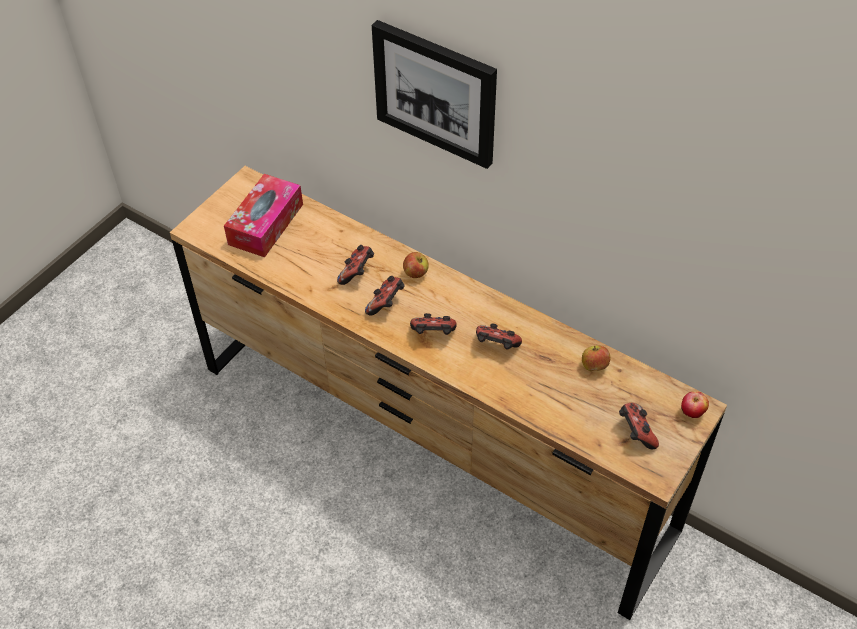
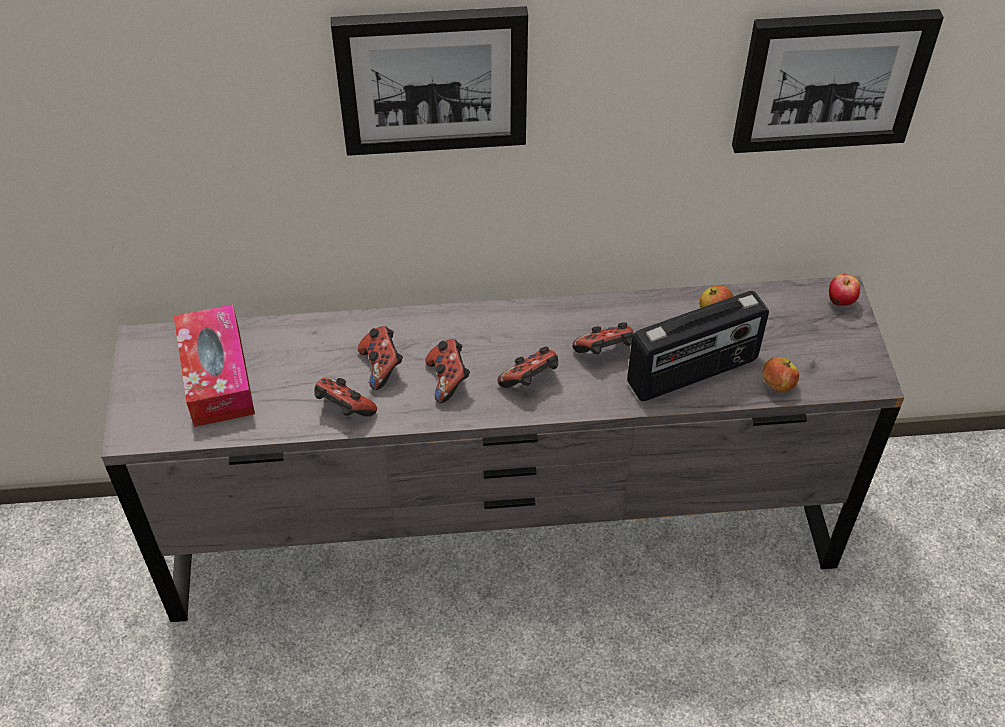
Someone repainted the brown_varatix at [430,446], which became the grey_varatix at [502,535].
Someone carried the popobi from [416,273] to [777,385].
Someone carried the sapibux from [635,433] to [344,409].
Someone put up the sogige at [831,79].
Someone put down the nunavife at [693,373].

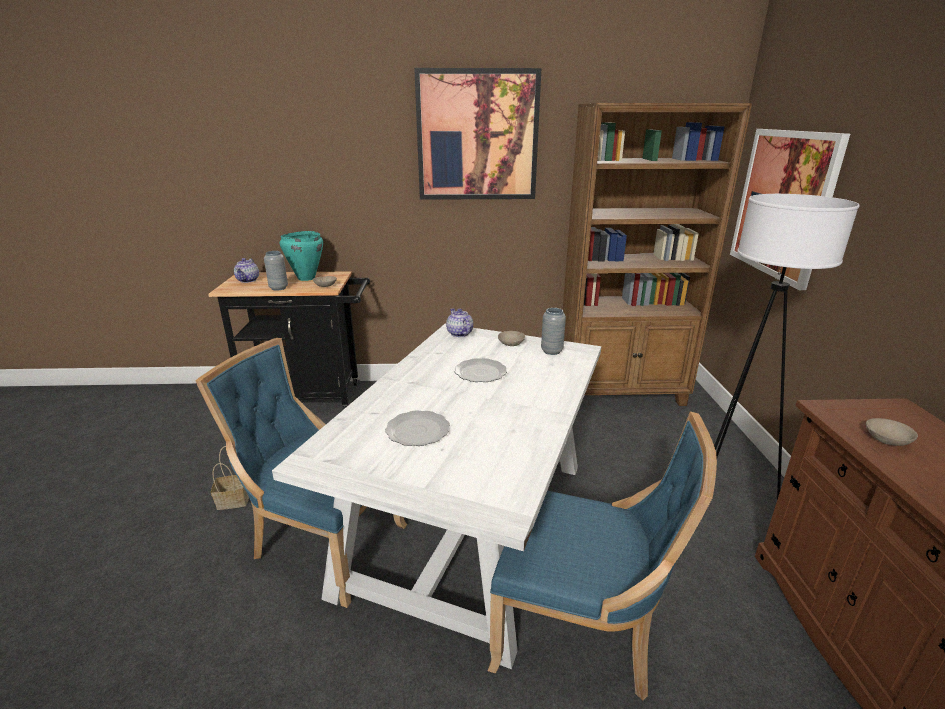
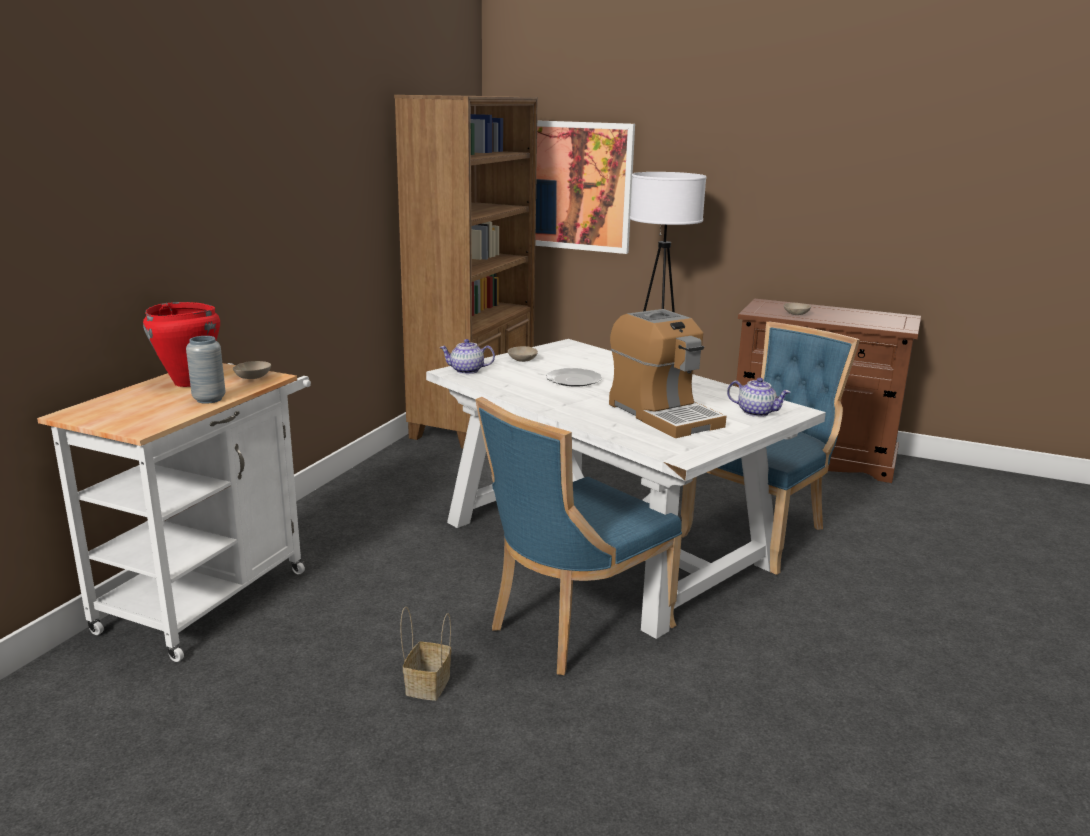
Someone took away the sogige at [477,136].
Someone repainted the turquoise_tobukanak at [306,278], which became the red_tobukanak at [189,383].
Someone carried the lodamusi from [248,280] to [756,412].
Someone repainted the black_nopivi at [311,398], which became the white_nopivi at [212,594].
Someone took away the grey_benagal at [551,351].
Someone swapped the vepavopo at [419,430] for the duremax at [663,415].

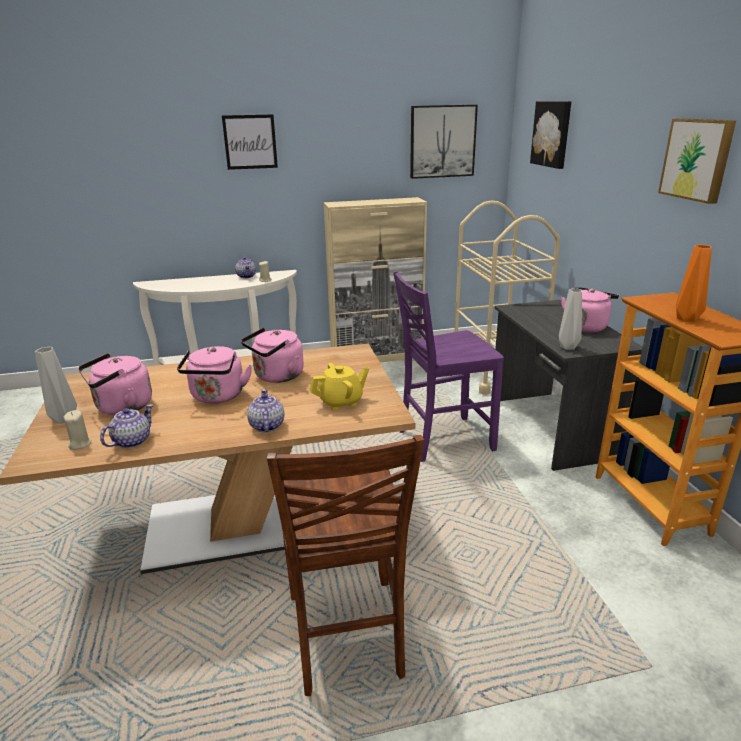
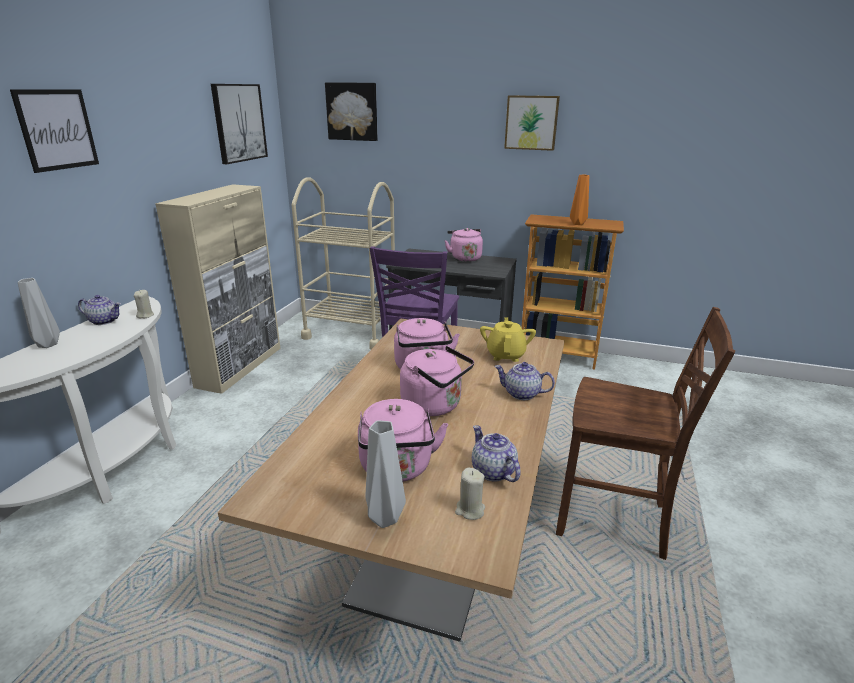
Someone carried the grey_benagal from [568,347] to [48,344].

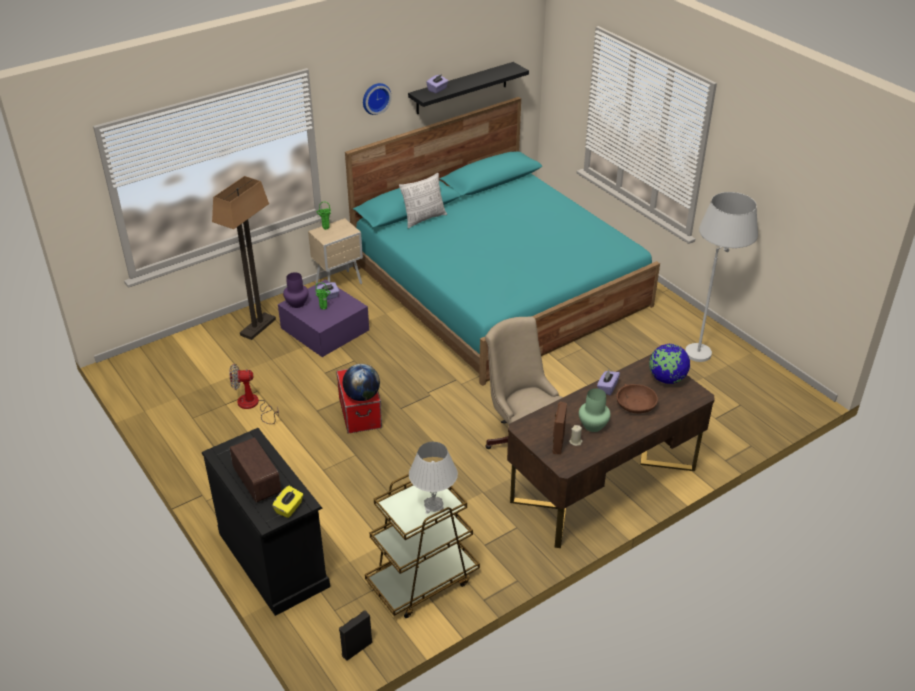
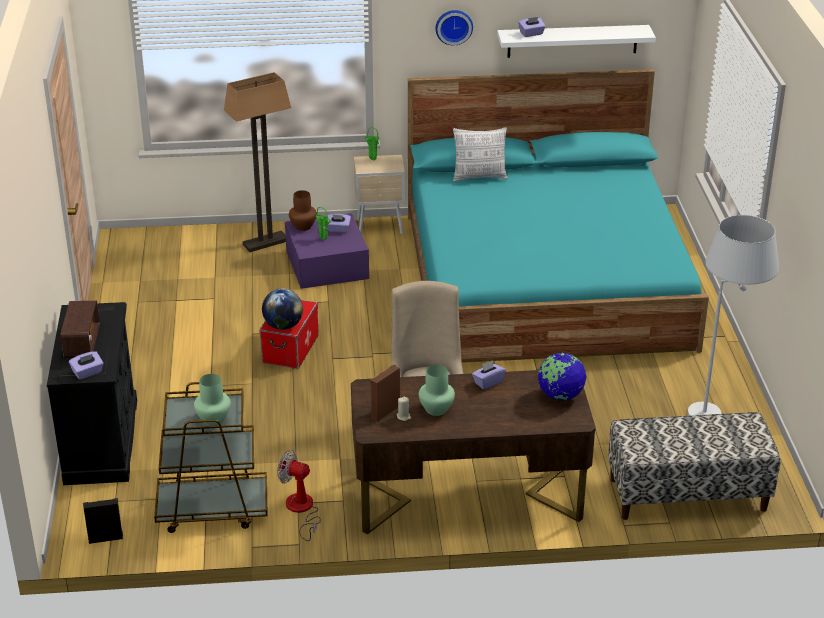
Someone repainted the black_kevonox at [462,88], which became the white_kevonox at [572,41].
Someone repainted the purple_benagal at [296,303], which became the brown_benagal at [302,226].
Someone carried the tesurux from [253,406] to [301,510].
Someone took away the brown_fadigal at [635,404].
Someone swapped the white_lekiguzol at [434,506] for the green_benagal at [214,419].
Someone repainted the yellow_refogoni at [289,508], which became the purple_refogoni at [87,373].
Someone put down the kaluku at [687,495].

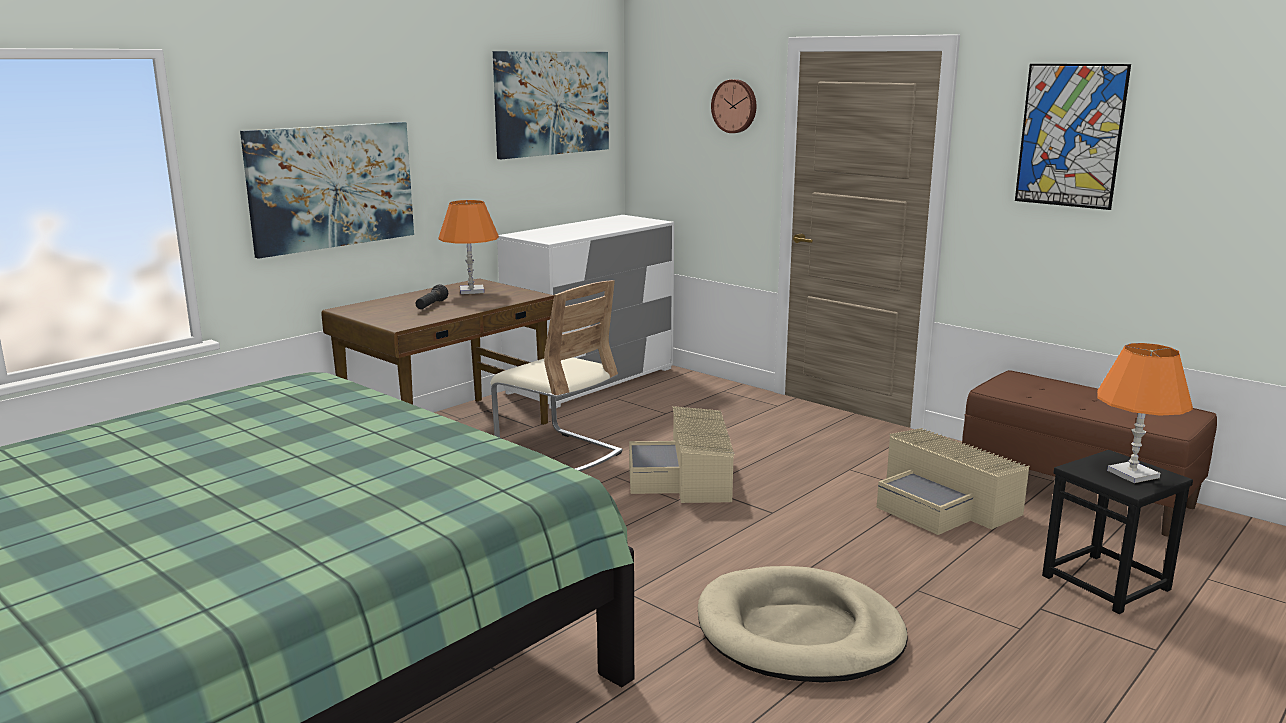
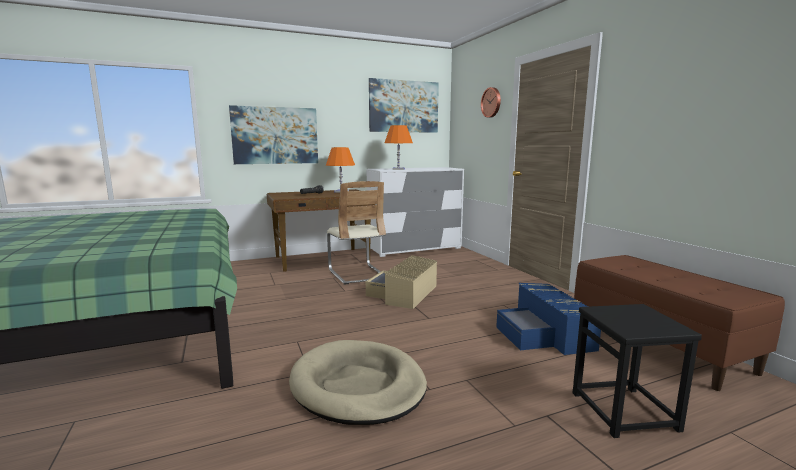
Someone took away the sogige at [1070,135].
Someone carried the orange_lekiguzol from [1132,474] to [398,169].
Someone repainted the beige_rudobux at [944,504], which became the blue_rudobux at [545,334].

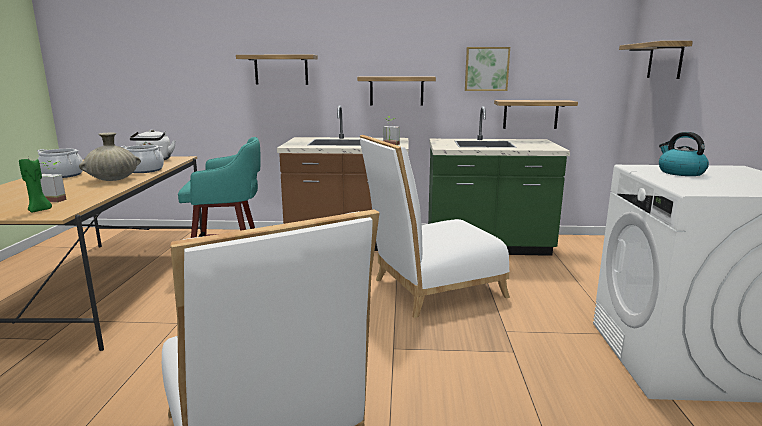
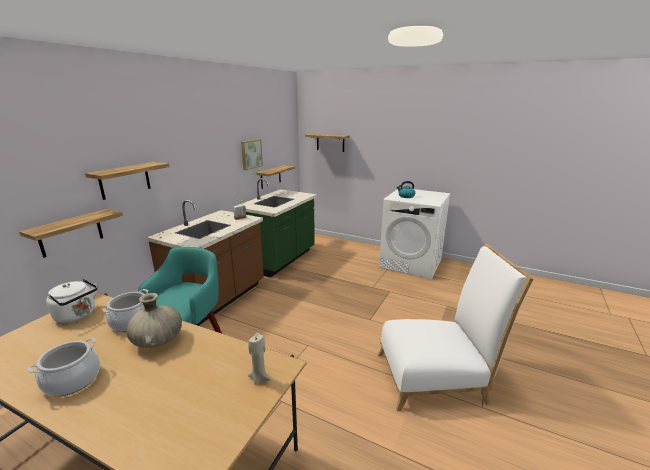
Someone carried the kevonox from [396,91] to [71,233].
Someone took away the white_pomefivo at [431,289].
Someone repainted the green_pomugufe at [39,210], which became the beige_pomugufe at [259,378].
Someone took away the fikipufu at [56,199].

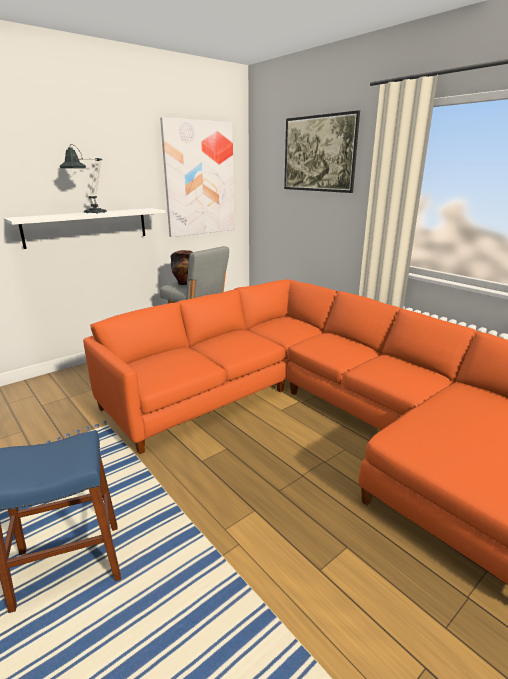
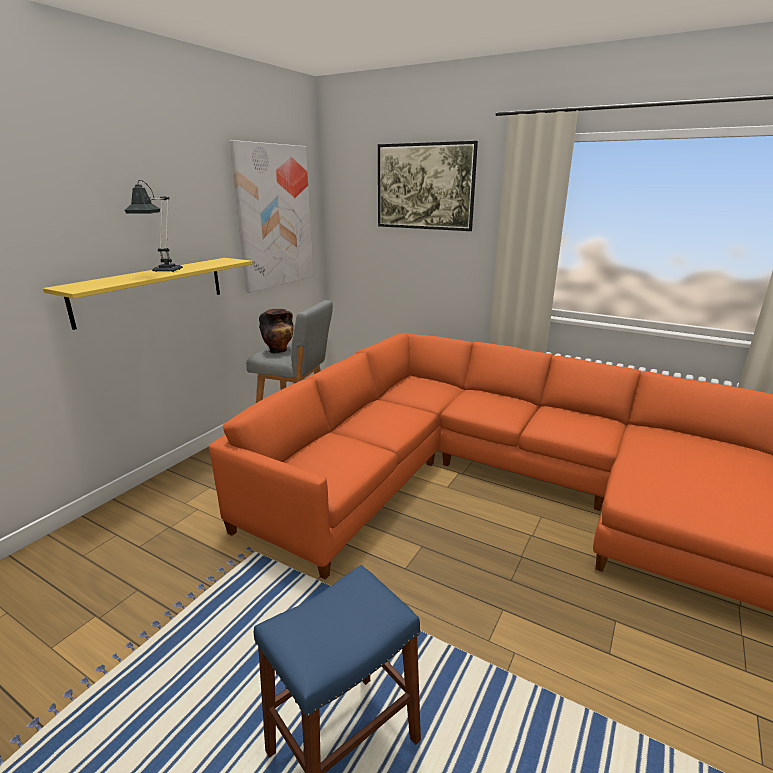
Someone repainted the white_kevonox at [87,227], which became the yellow_kevonox at [151,290].

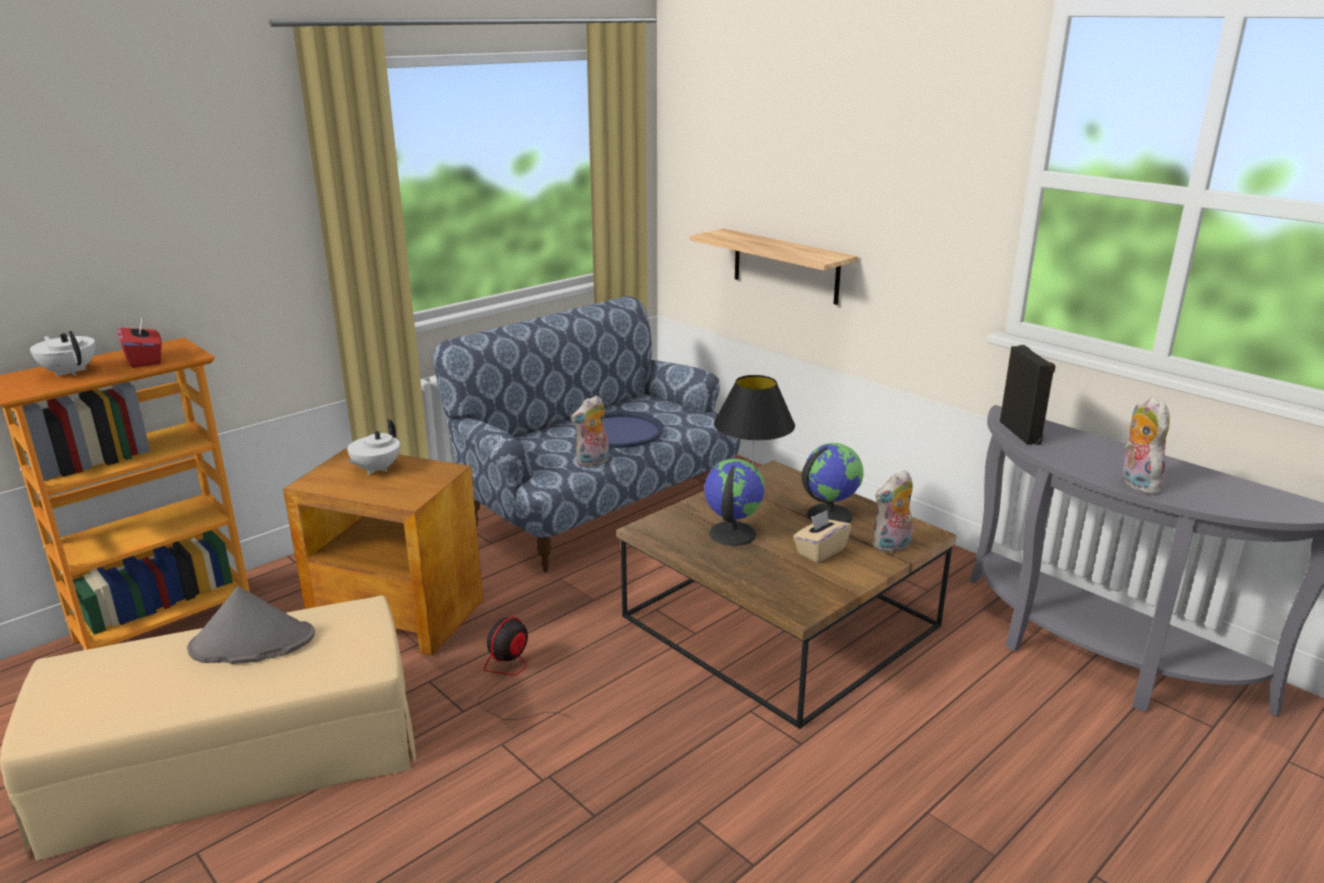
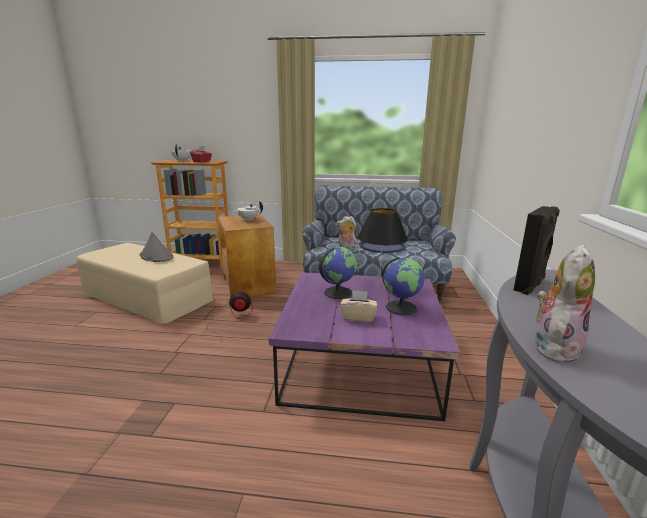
Someone took away the kevonox at [785,266].
Someone repainted the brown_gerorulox at [780,619], which became the purple_gerorulox at [361,360].
Someone took away the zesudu at [892,546].

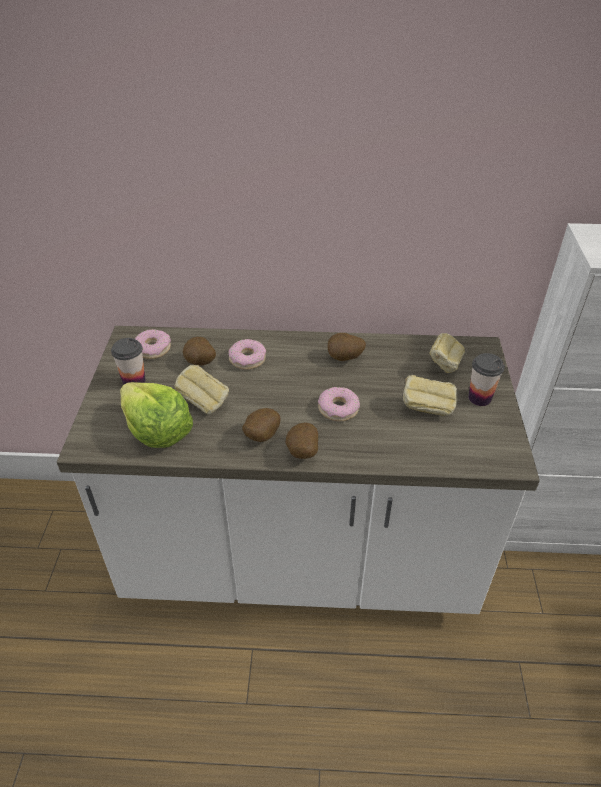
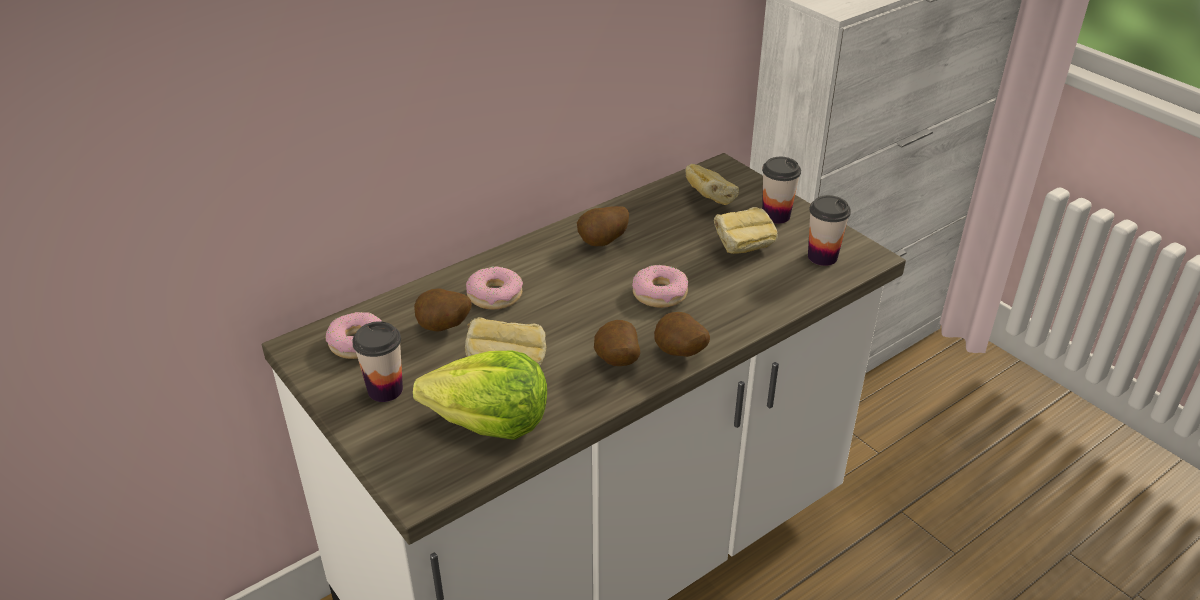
Someone put down the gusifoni at [822,257].

